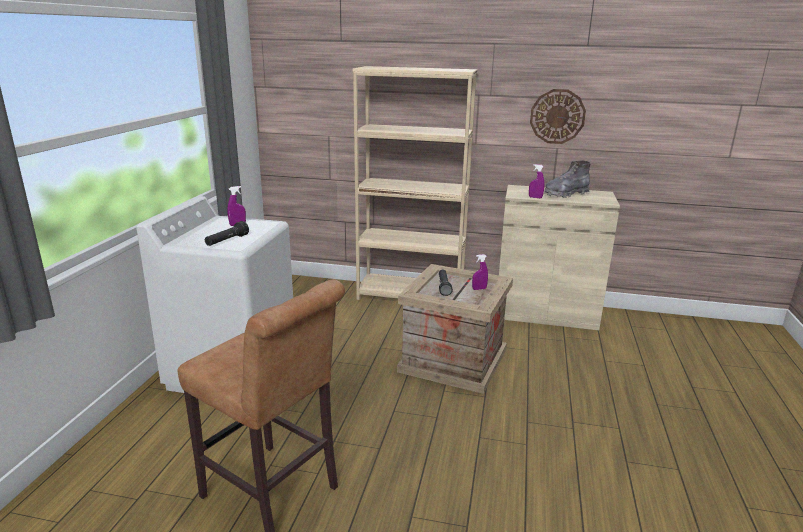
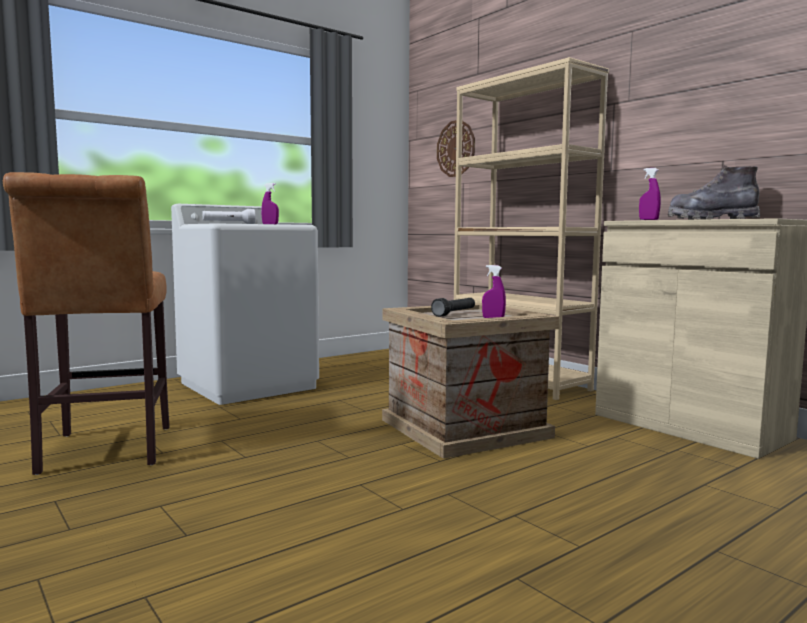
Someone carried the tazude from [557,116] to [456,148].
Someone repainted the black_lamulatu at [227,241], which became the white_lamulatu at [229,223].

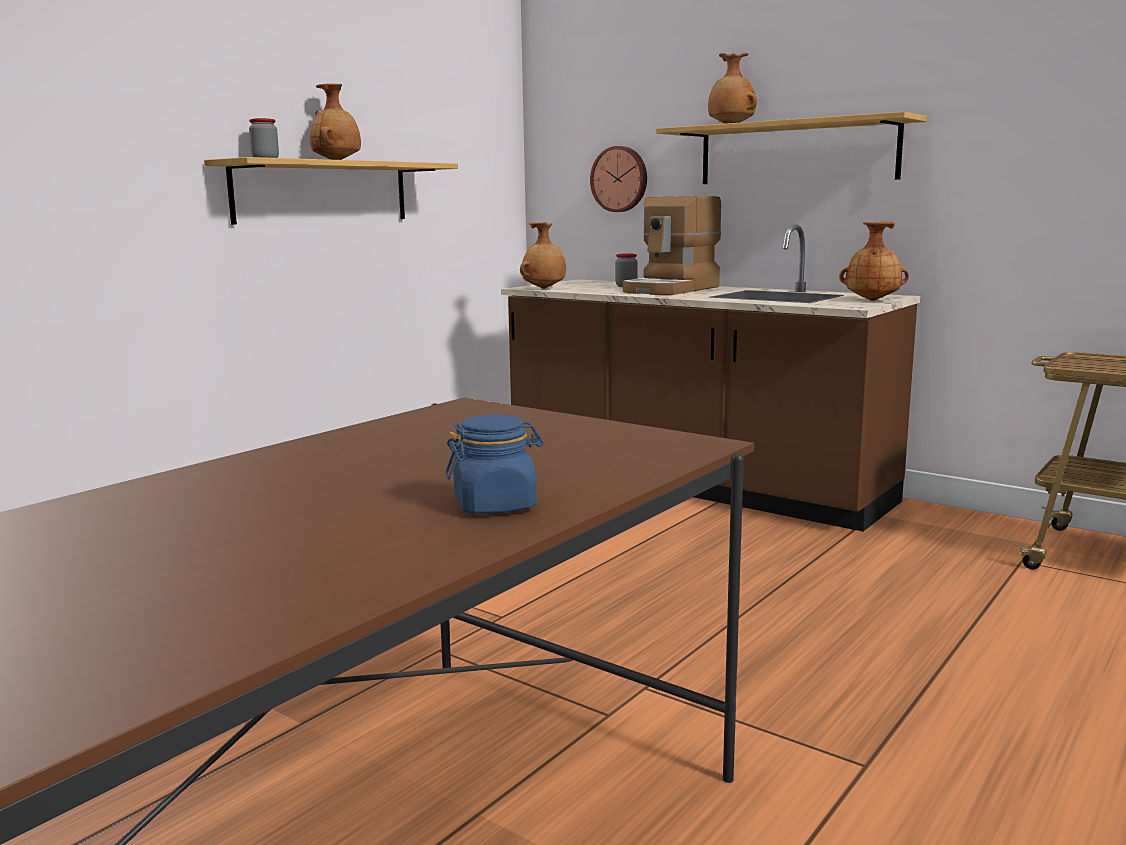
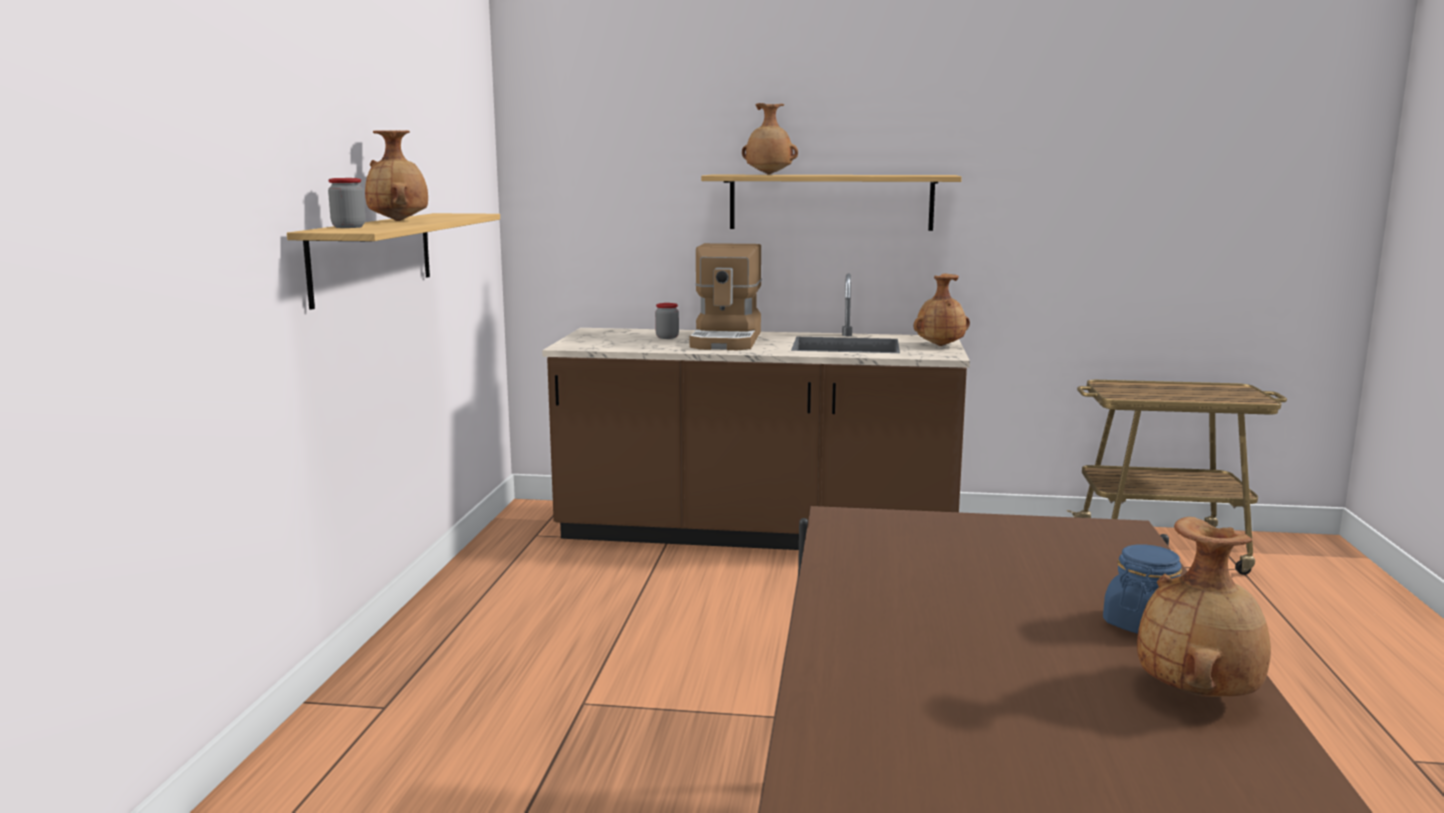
Someone took away the tazude at [620,179].
Someone carried the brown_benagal from [544,288] to [1199,694].

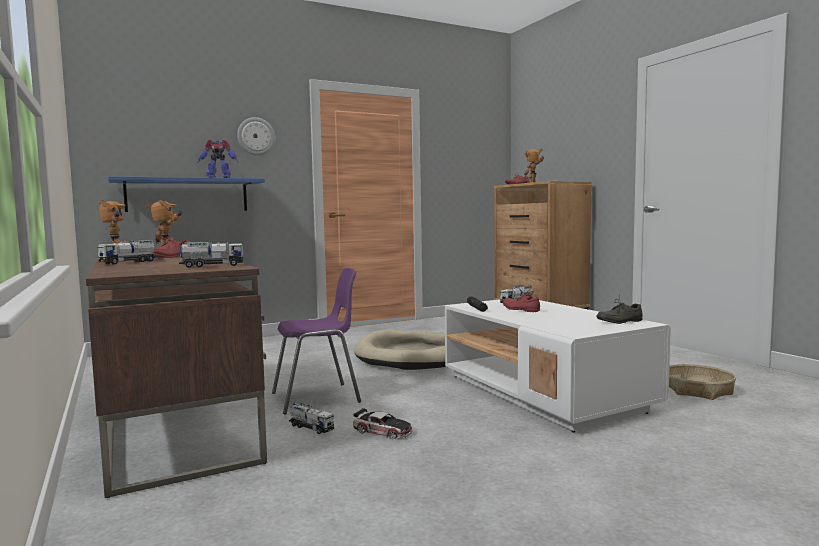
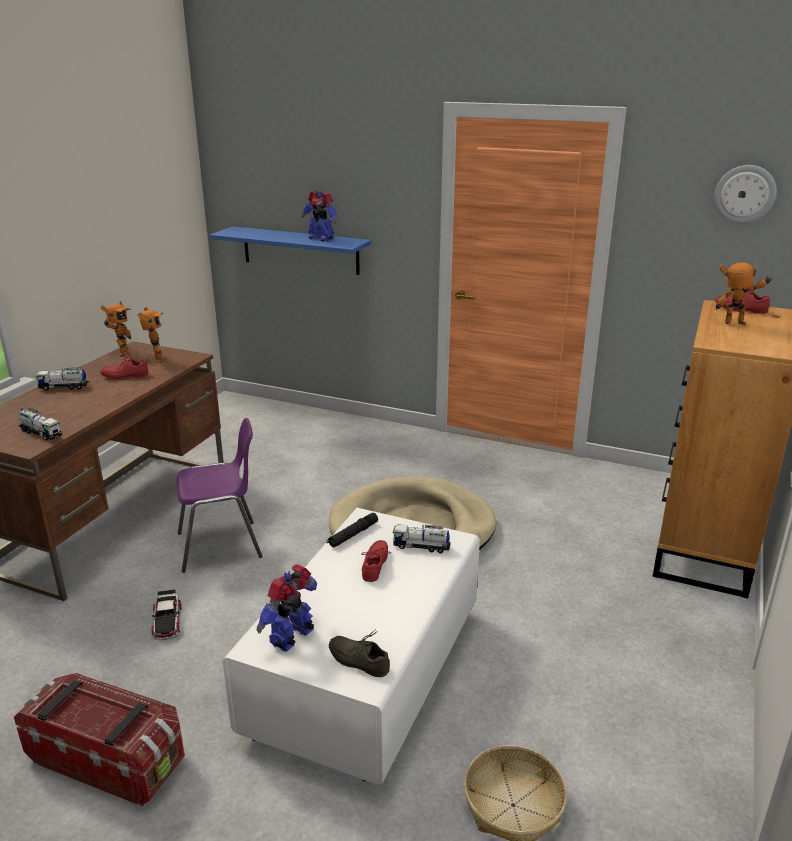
Someone carried the tazude from [256,136] to [744,194].
Someone rotated the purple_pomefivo at [318,398] by 45 degrees counterclockwise.
Someone took away the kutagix at [311,428].
Someone put down the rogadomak at [293,637].
Someone put down the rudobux at [108,758].

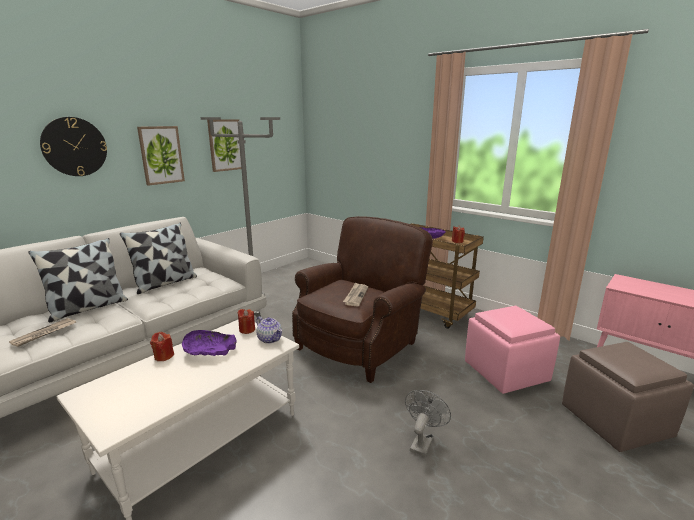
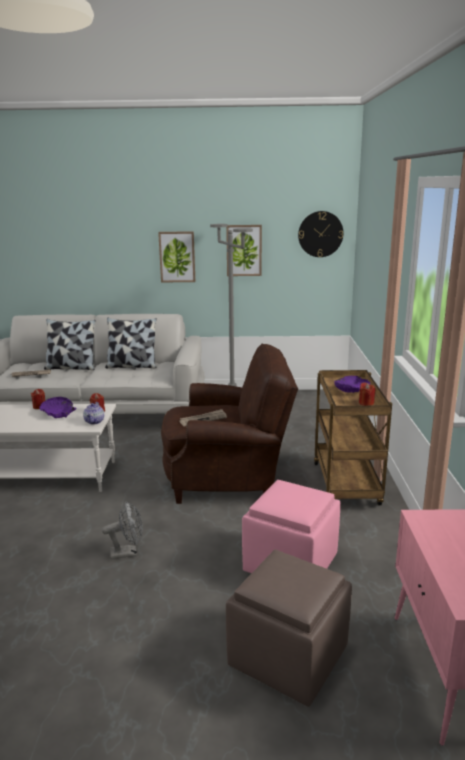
Someone carried the tazude from [74,147] to [320,234].

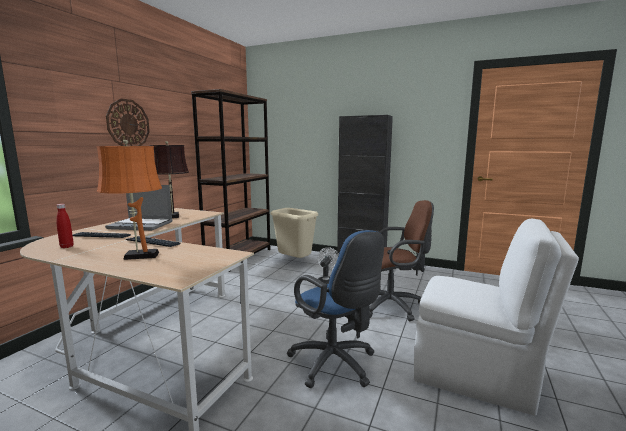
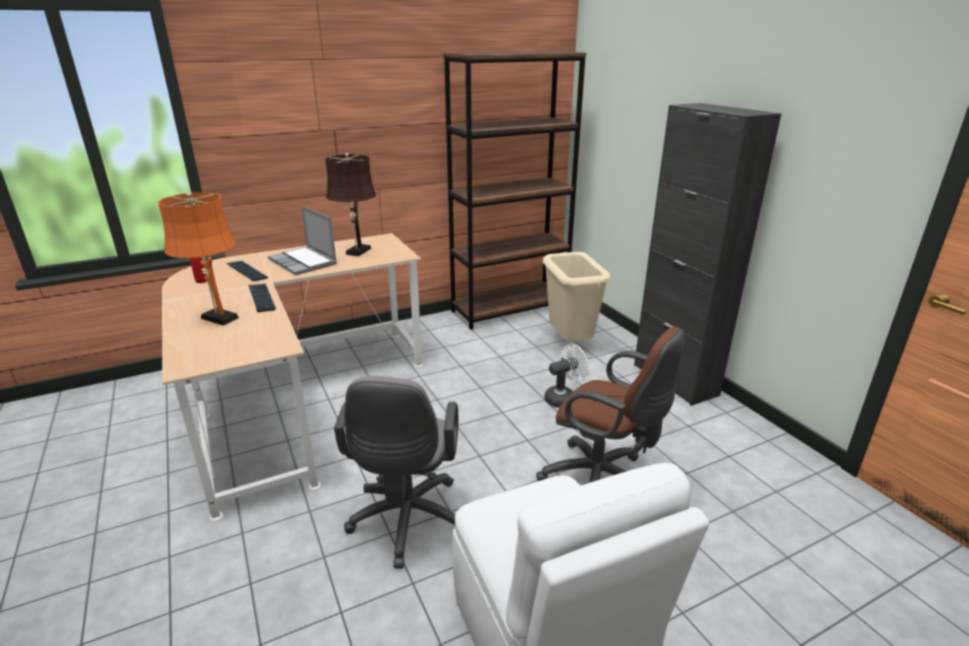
Someone took away the tazude at [128,124].
Someone repainted the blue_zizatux at [336,365], which became the grey_zizatux at [407,523].

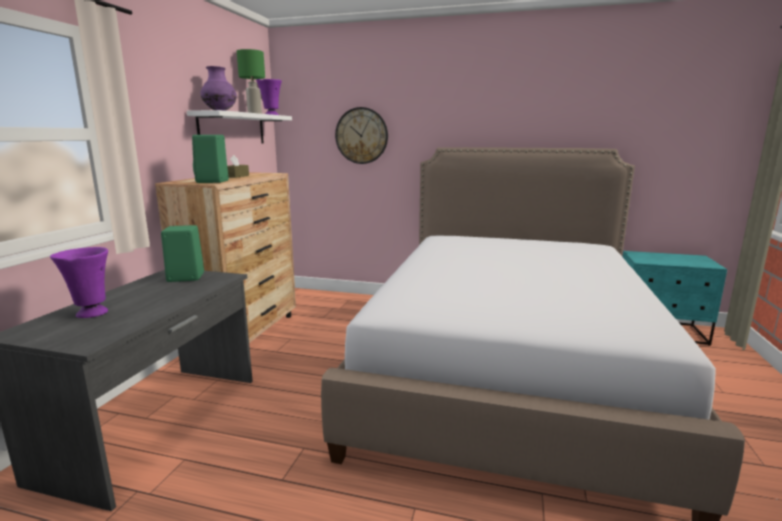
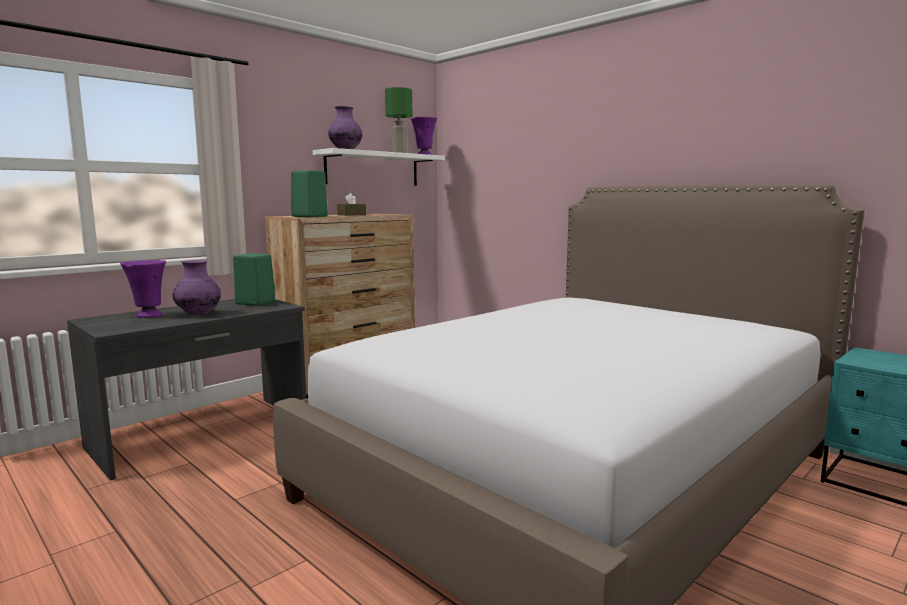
Someone took away the tazude at [361,135].
Someone put down the purple_benagal at [199,314].

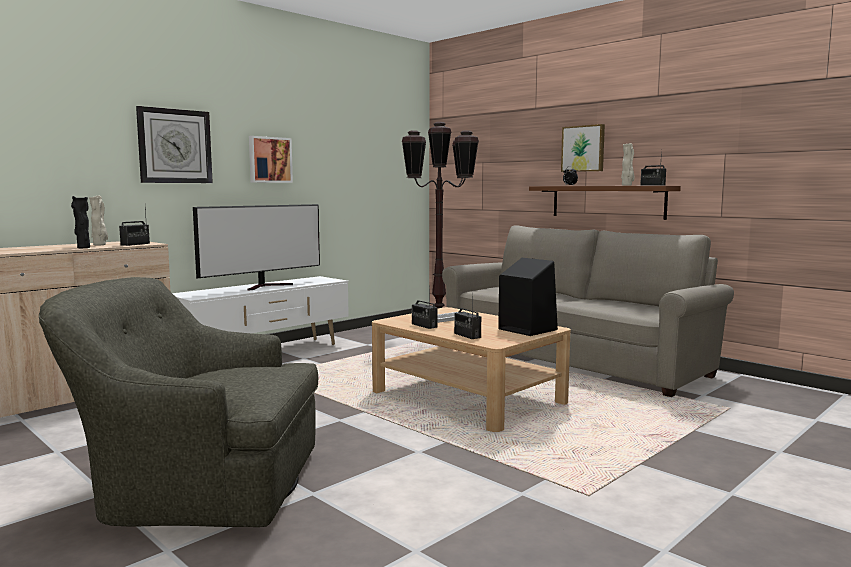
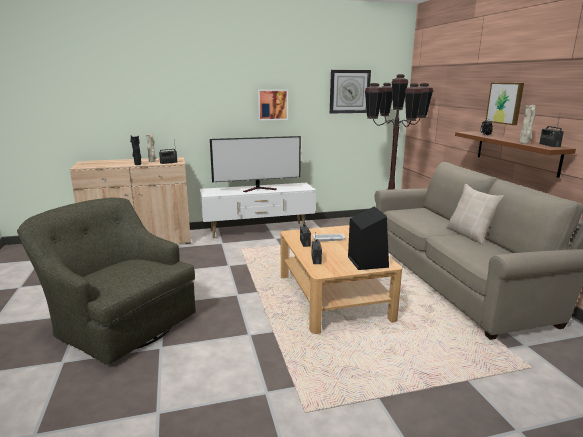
Someone carried the tazude from [175,146] to [349,91].
Someone put down the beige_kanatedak at [469,235].

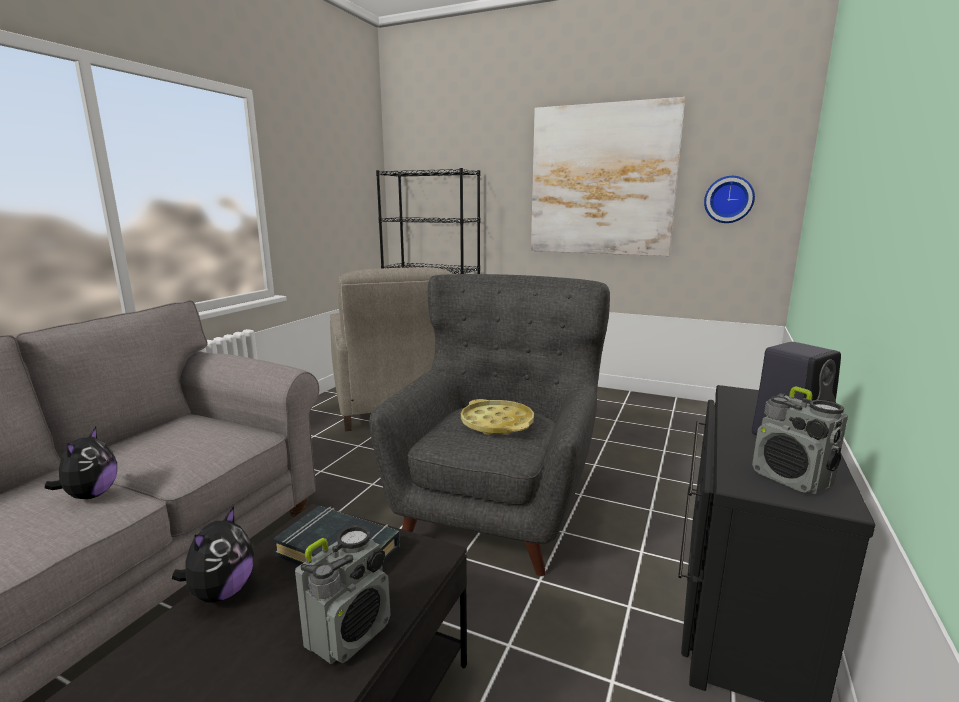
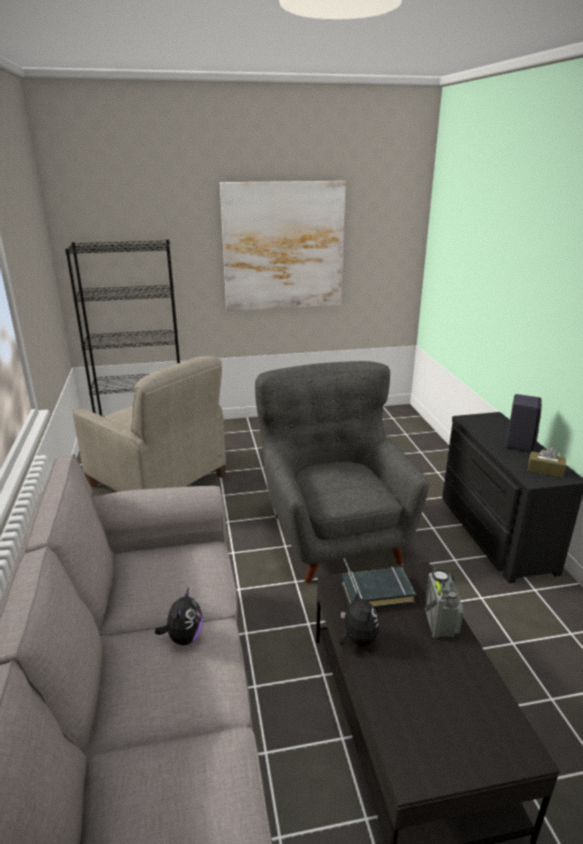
Someone took away the tazude at [728,199].
Someone swapped the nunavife at [791,479] for the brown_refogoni at [545,470].
Someone took away the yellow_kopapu at [497,423].
Someone rotated the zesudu at [91,495] by 45 degrees clockwise.

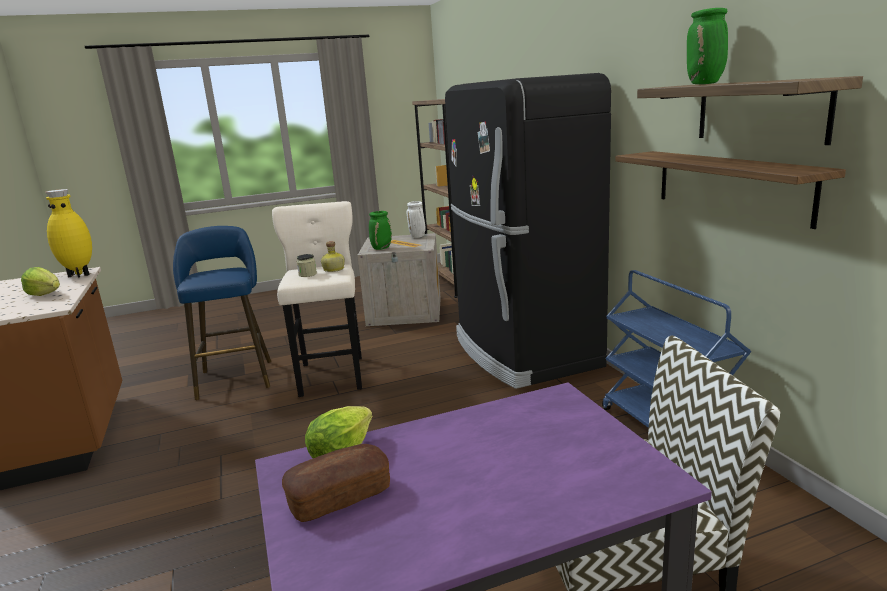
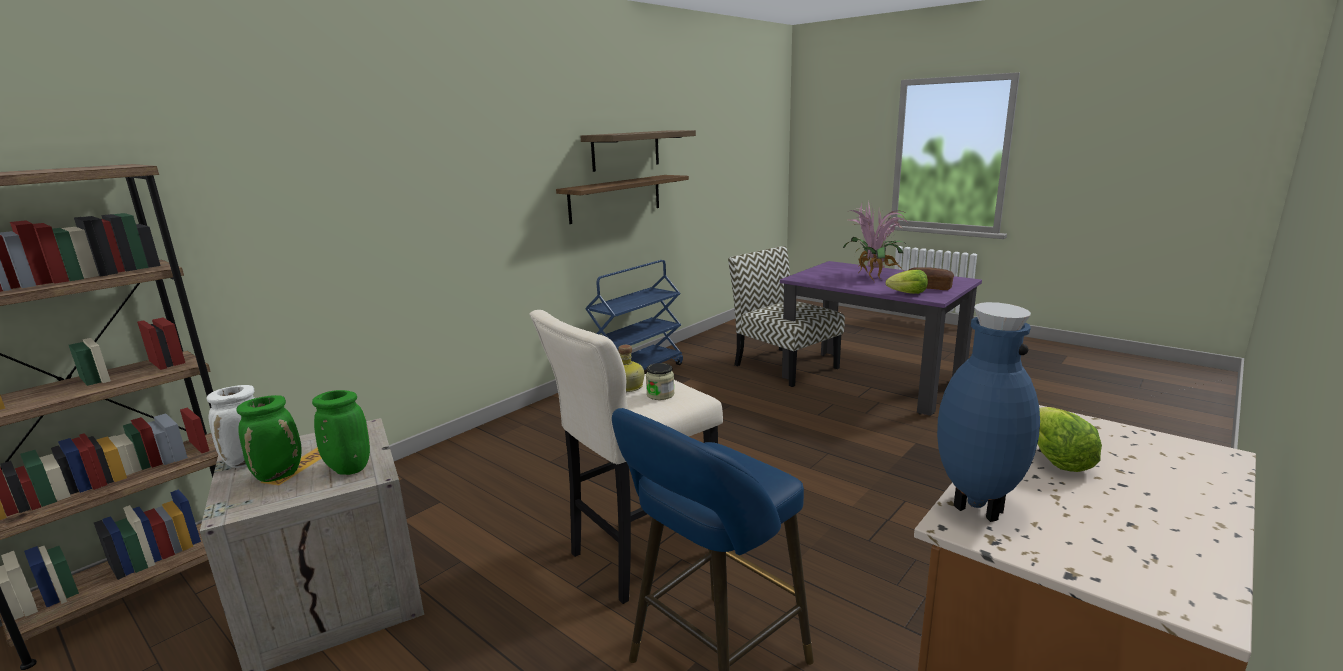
Someone carried the green_benagal from [705,84] to [280,475].
Someone took away the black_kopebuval at [523,352].
Someone repainted the yellow_benagal at [80,275], which became the blue_benagal at [974,507].
Someone put down the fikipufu at [874,276].

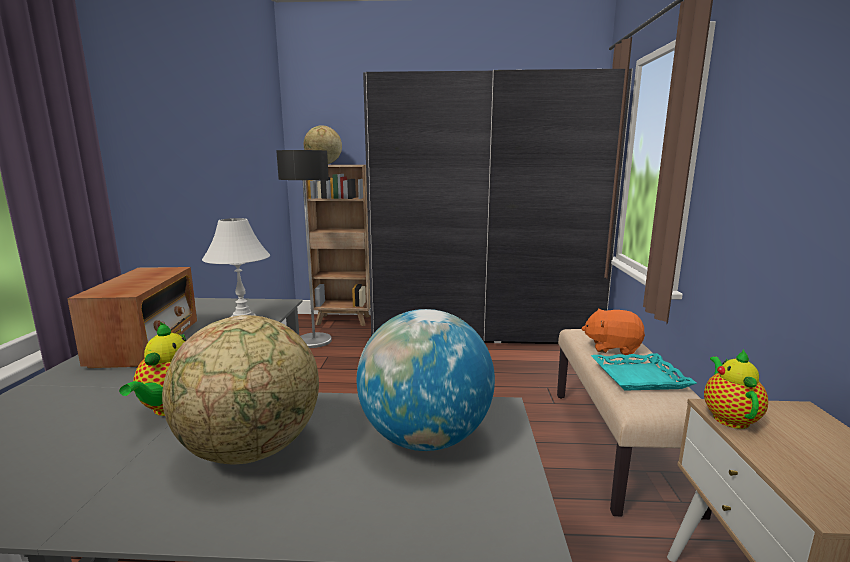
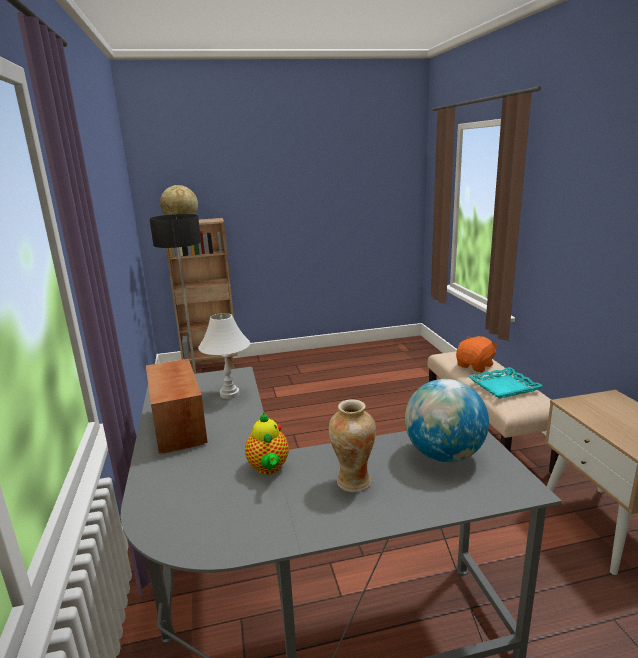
Someone took away the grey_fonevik at [483,330].
Someone rotated the orange_zesudu at [612,347] by 135 degrees clockwise.
Someone swapped the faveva at [252,450] for the benagal at [353,482].
Someone took away the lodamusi at [728,417].

